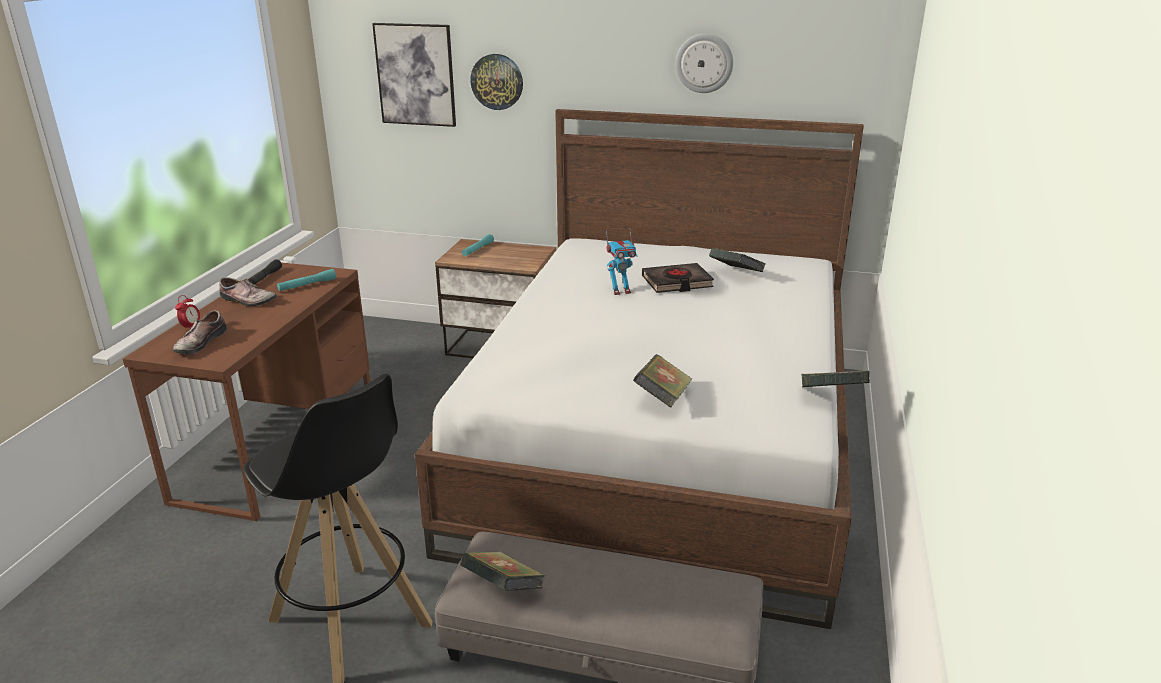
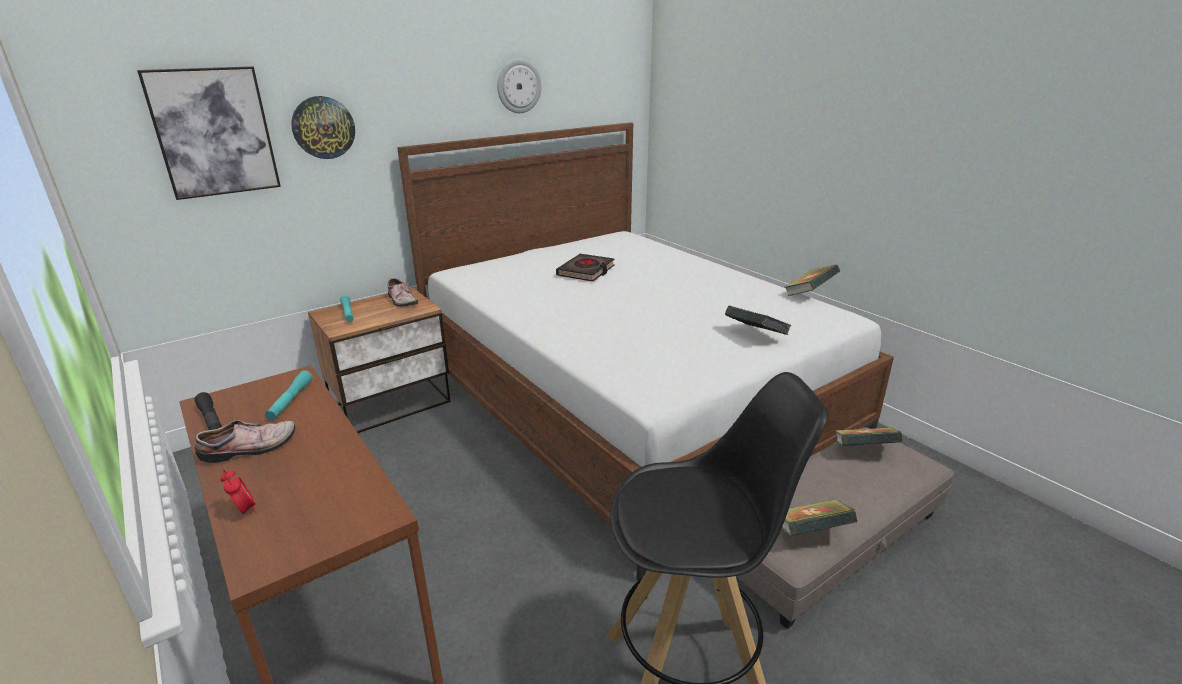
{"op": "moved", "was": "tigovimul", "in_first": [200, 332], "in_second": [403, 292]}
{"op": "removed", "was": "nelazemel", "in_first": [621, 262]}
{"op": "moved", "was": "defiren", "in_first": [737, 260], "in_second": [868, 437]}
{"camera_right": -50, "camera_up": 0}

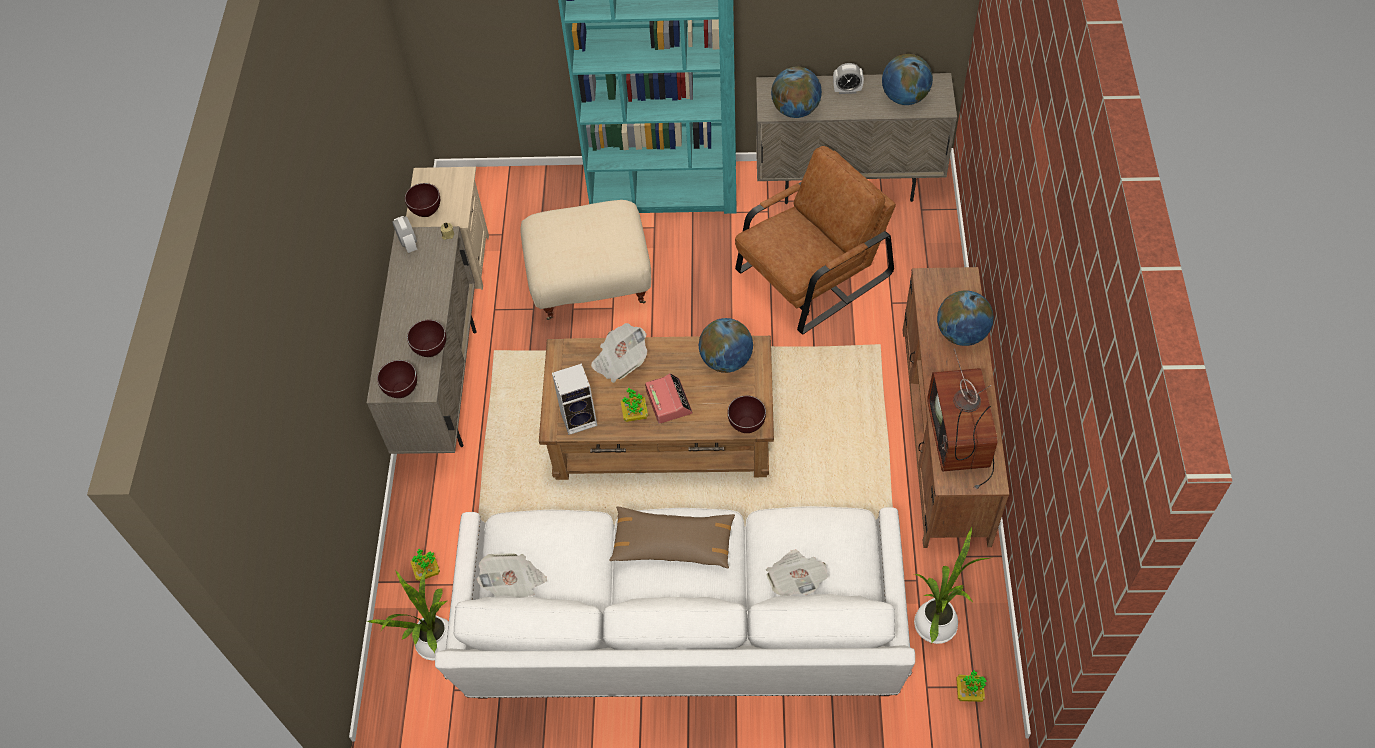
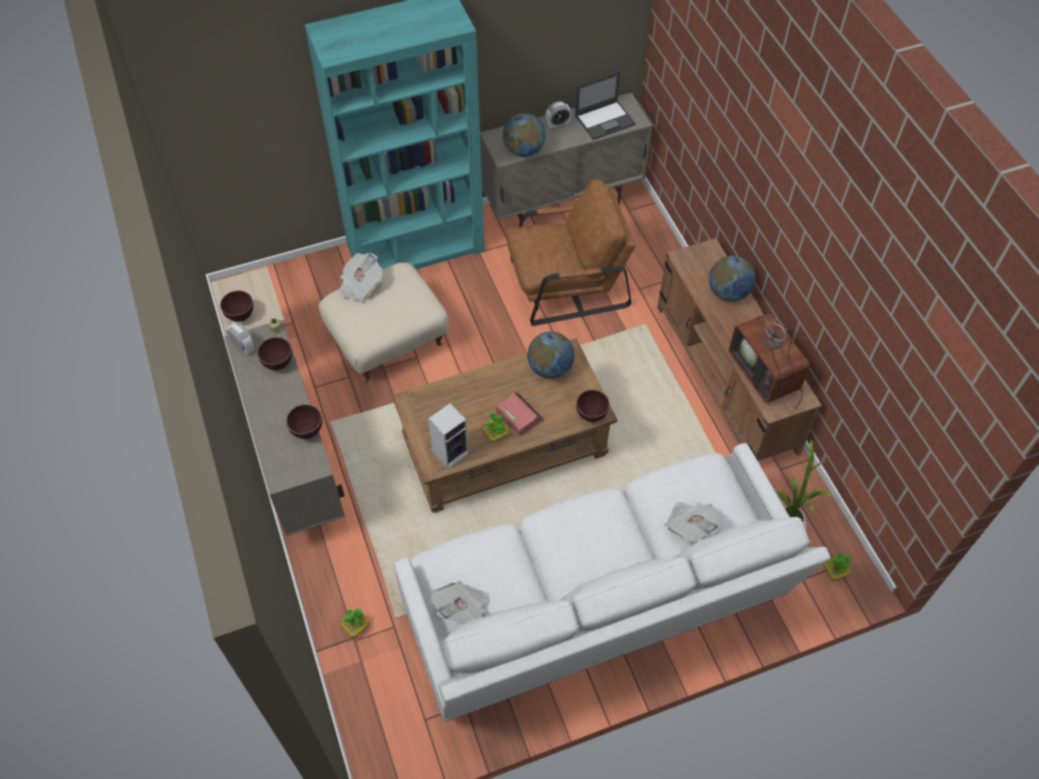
{"op": "removed", "was": "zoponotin", "in_first": [408, 615]}
{"op": "moved", "was": "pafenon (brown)", "in_first": [397, 379], "in_second": [274, 353]}
{"op": "moved", "was": "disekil", "in_first": [619, 353], "in_second": [360, 277]}
{"op": "removed", "was": "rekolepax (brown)", "in_first": [672, 537]}
{"op": "turned", "was": "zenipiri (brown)", "in_first": [815, 240], "in_second": [571, 252], "clockwise": 45}
{"op": "replaced", "was": "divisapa", "now": "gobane", "in_first": [907, 79], "in_second": [605, 105]}
{"camera_right": -25, "camera_up": 0}

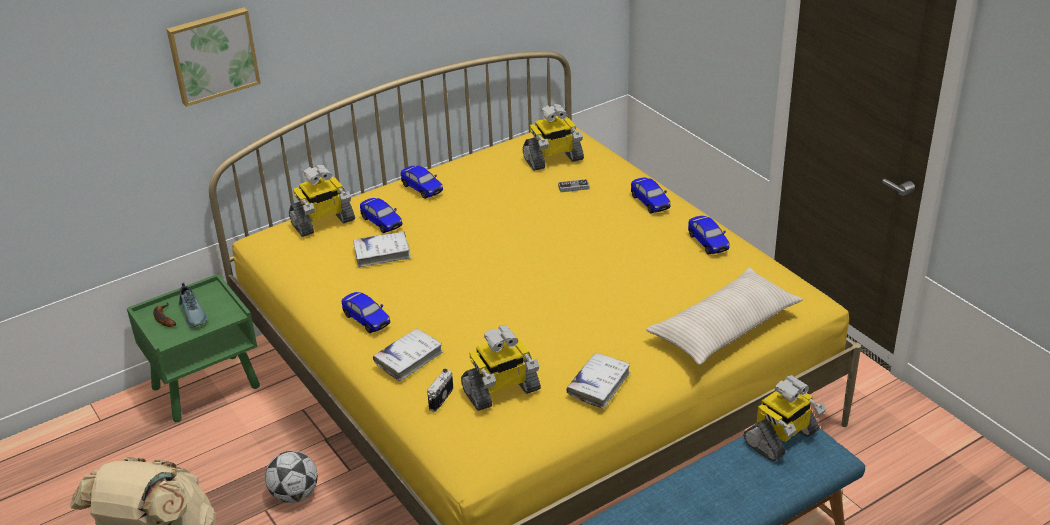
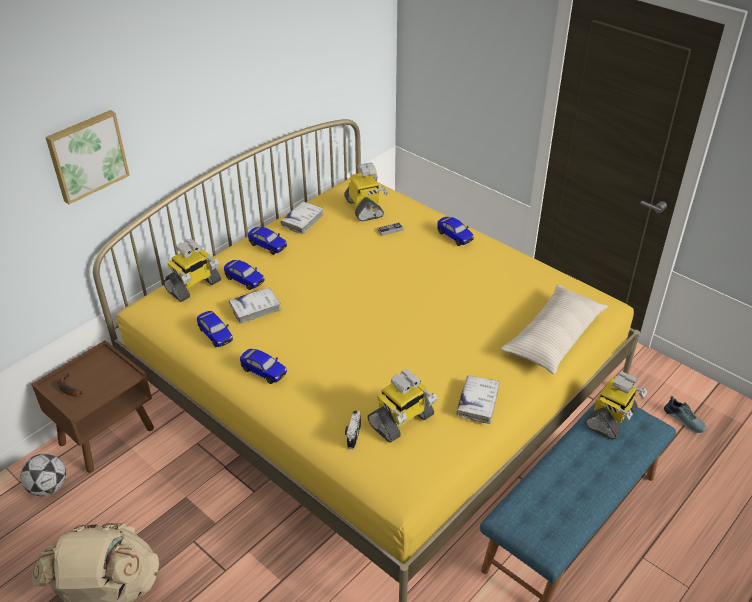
{"op": "recoloured", "was": "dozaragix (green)", "now": "dozaragix (brown)", "in_first": [193, 348], "in_second": [92, 406]}
{"op": "moved", "was": "tigovimul", "in_first": [193, 304], "in_second": [685, 414]}
{"op": "moved", "was": "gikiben", "in_first": [291, 477], "in_second": [43, 474]}
{"op": "moved", "was": "defiren (white)", "in_first": [408, 354], "in_second": [302, 217]}
{"op": "turned", "was": "nelazemel", "in_first": [553, 137], "in_second": [366, 192], "clockwise": -75}
{"op": "moved", "was": "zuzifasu", "in_first": [708, 235], "in_second": [215, 329]}
{"camera_right": -15, "camera_up": 5}

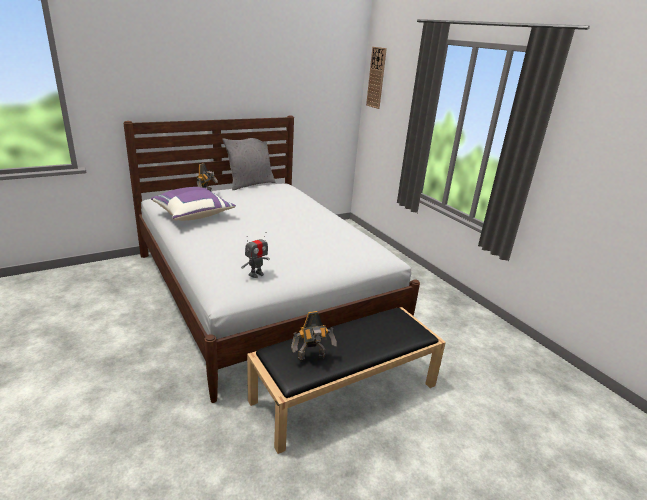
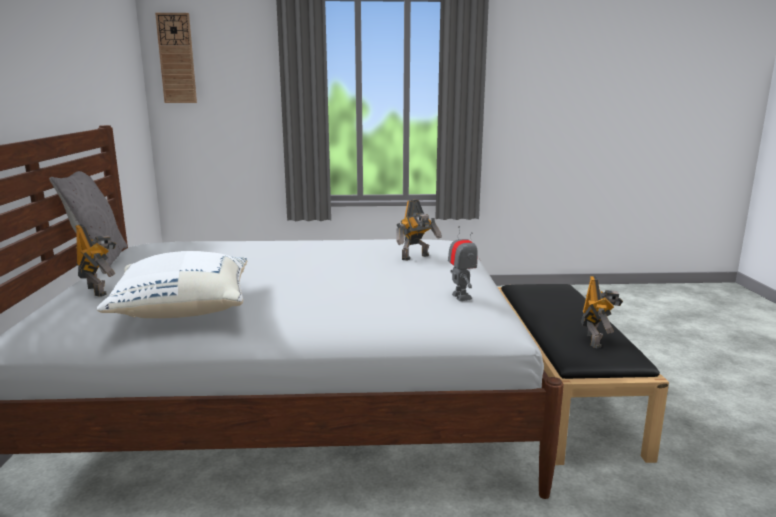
{"op": "recoloured", "was": "rekolepax (purple)", "now": "rekolepax (white)", "in_first": [193, 204], "in_second": [172, 284]}
{"op": "added", "now": "nelazemel", "in_second": [419, 230]}
{"camera_right": -60, "camera_up": -10}

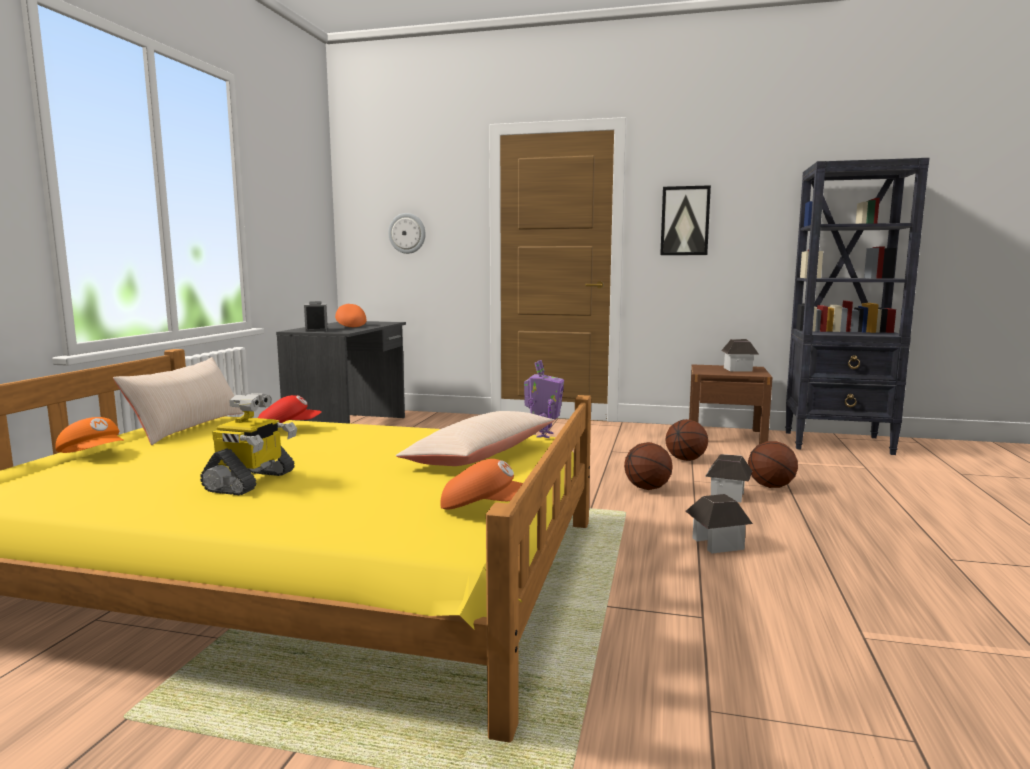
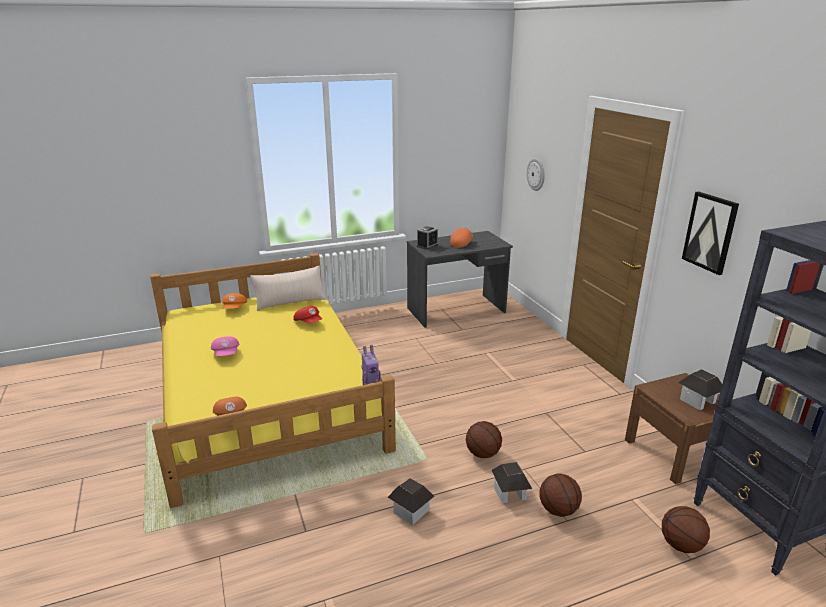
{"op": "replaced", "was": "nelazemel", "now": "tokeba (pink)", "in_first": [248, 444], "in_second": [225, 346]}
{"op": "removed", "was": "rekolepax (beige)", "in_first": [475, 438]}
{"op": "moved", "was": "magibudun", "in_first": [686, 440], "in_second": [686, 529]}
{"camera_right": 55, "camera_up": 15}

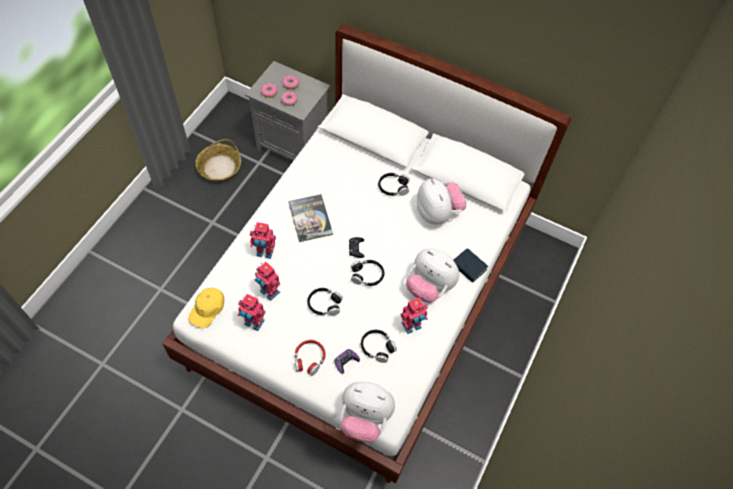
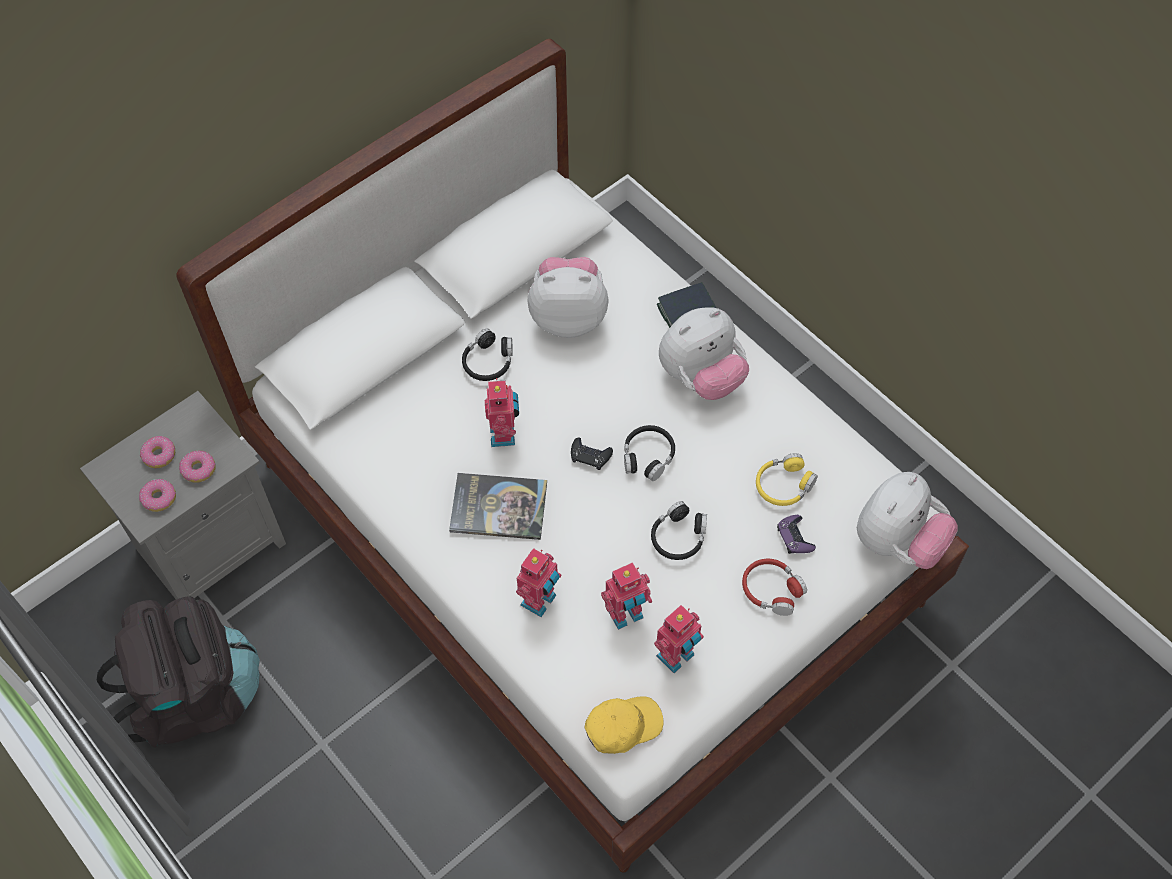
{"op": "turned", "was": "tokeba (yellow)", "in_first": [206, 308], "in_second": [624, 725], "clockwise": -75}
{"op": "replaced", "was": "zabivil", "now": "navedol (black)", "in_first": [218, 160], "in_second": [178, 672]}
{"op": "recoloured", "was": "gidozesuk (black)", "now": "gidozesuk (yellow)", "in_first": [379, 346], "in_second": [787, 479]}
{"op": "moved", "was": "nelazemel", "in_first": [414, 316], "in_second": [502, 412]}
{"camera_right": -65, "camera_up": 0}

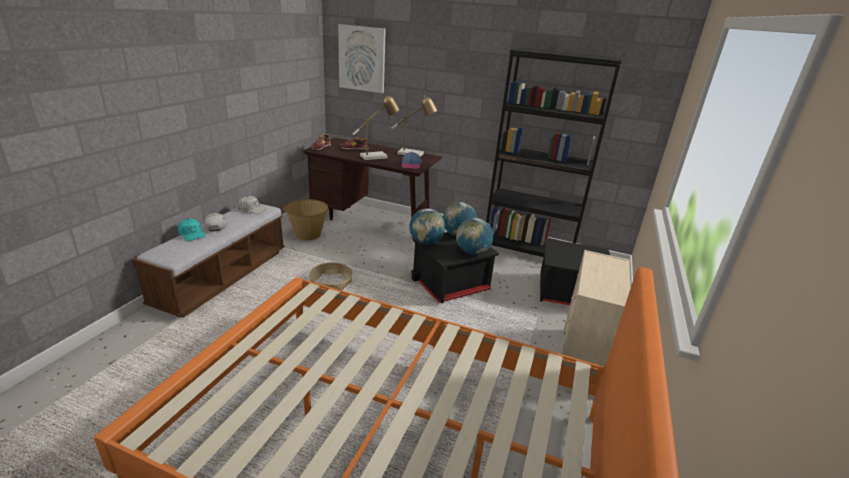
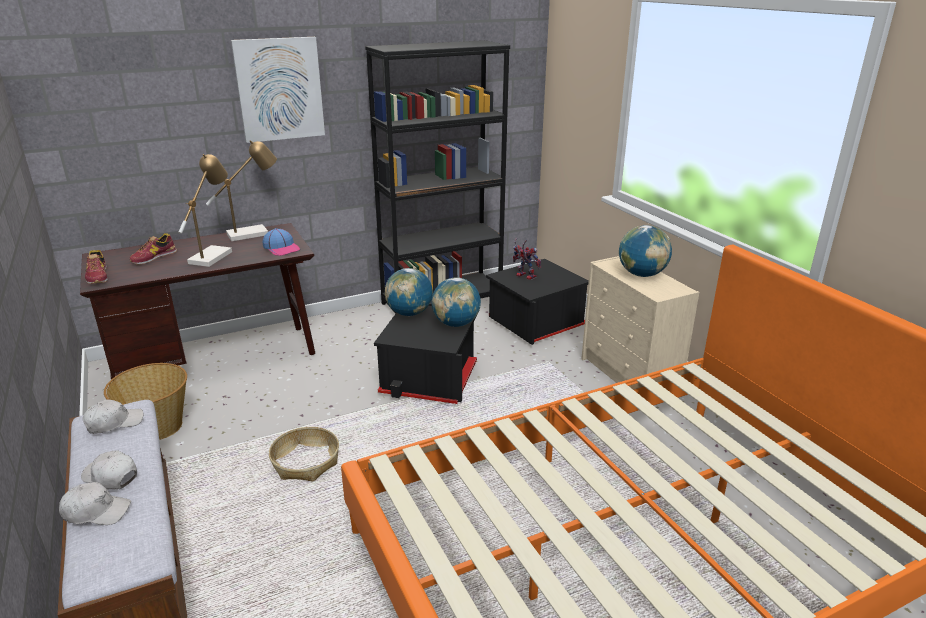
{"op": "recoloured", "was": "tokeba (turquoise)", "now": "tokeba (white)", "in_first": [192, 230], "in_second": [95, 503]}
{"op": "moved", "was": "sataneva", "in_first": [362, 58], "in_second": [278, 90]}
{"op": "moved", "was": "divisapa", "in_first": [427, 226], "in_second": [645, 251]}
{"op": "added", "now": "nelazemel", "in_second": [527, 259]}
{"camera_right": -45, "camera_up": 0}

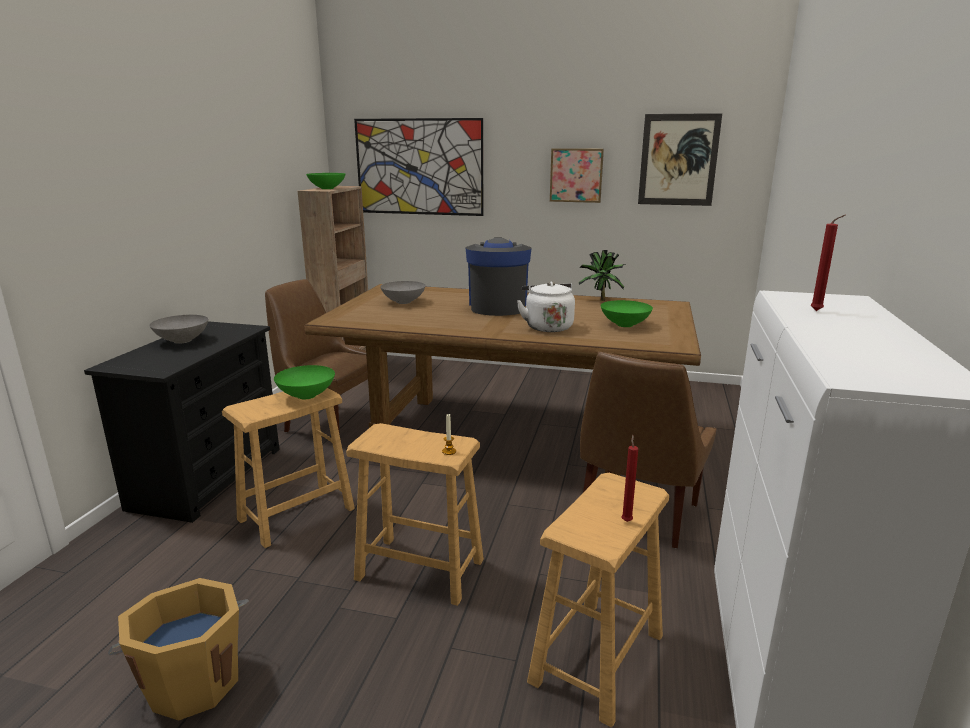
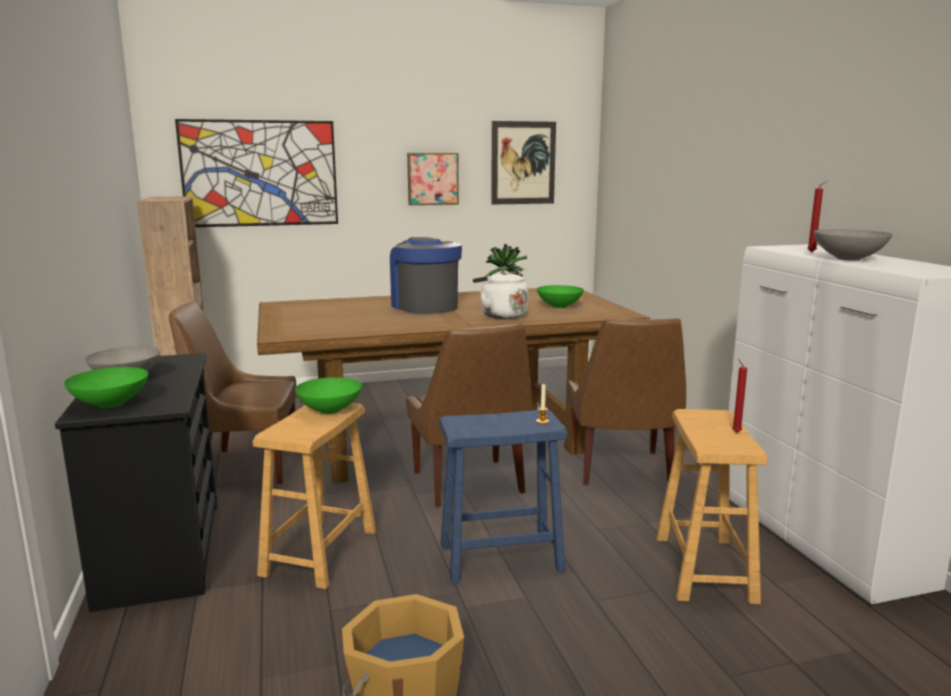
{"op": "moved", "was": "pafenon (green)", "in_first": [325, 181], "in_second": [106, 387]}
{"op": "recoloured", "was": "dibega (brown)", "now": "dibega (blue)", "in_first": [415, 514], "in_second": [503, 497]}
{"op": "moved", "was": "pafenon (grey)", "in_first": [403, 292], "in_second": [853, 245]}
{"op": "added", "now": "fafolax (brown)", "in_second": [469, 415]}
{"camera_right": -30, "camera_up": -5}

